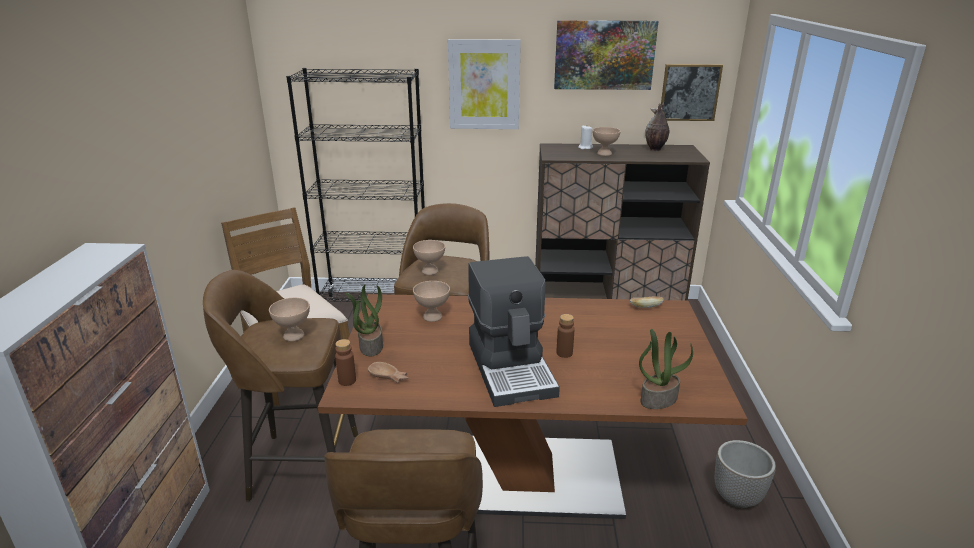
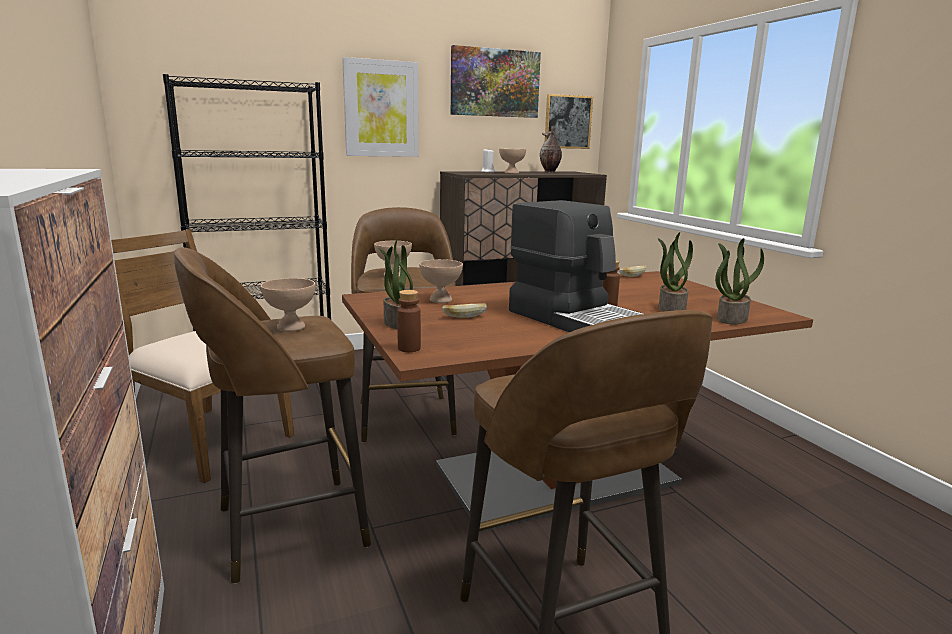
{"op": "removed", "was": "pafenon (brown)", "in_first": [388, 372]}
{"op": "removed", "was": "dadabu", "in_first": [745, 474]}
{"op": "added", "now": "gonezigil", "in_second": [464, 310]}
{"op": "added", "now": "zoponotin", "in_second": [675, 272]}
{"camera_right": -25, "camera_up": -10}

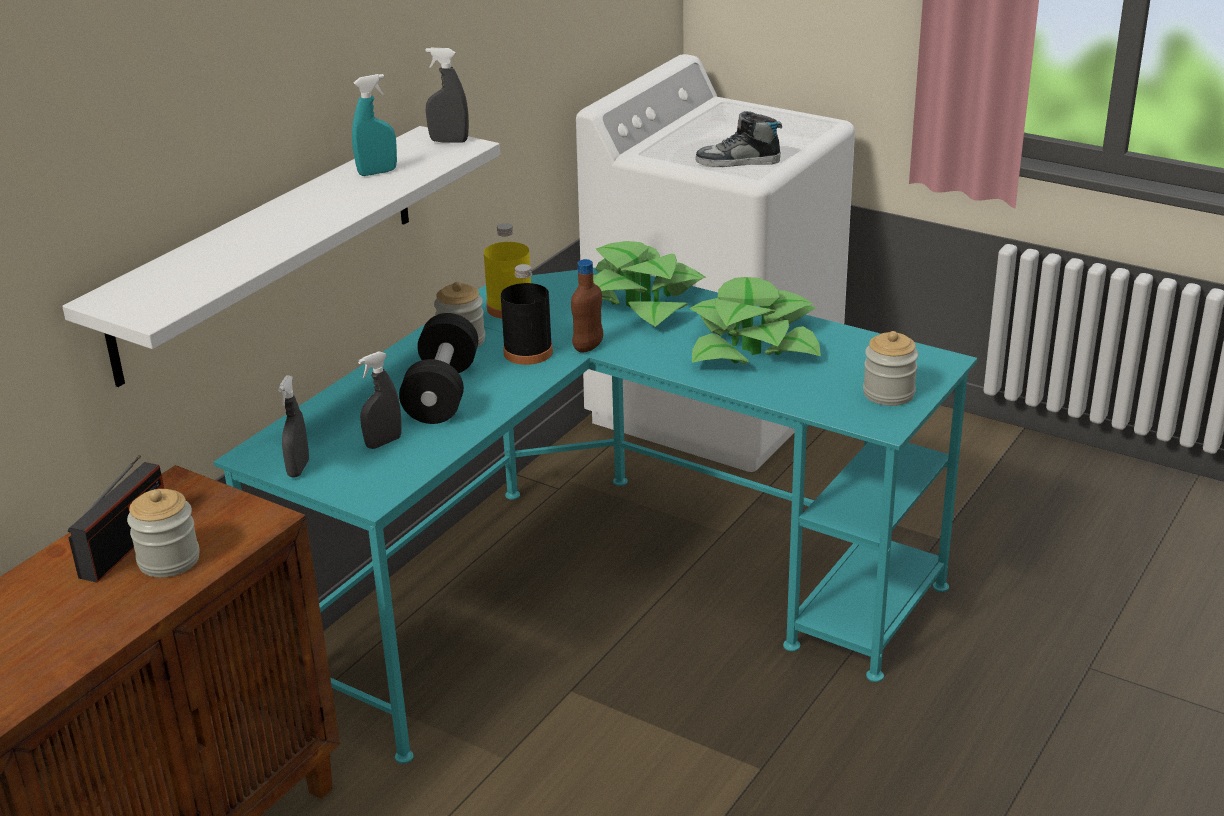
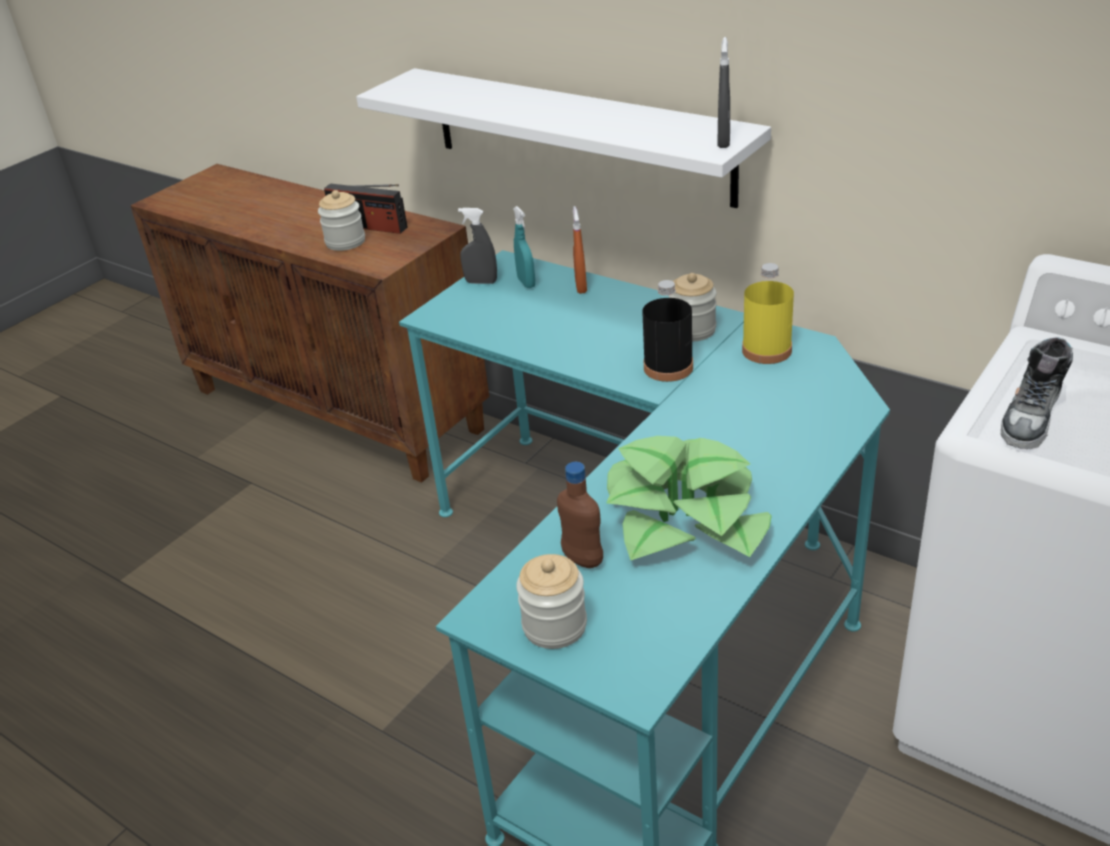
{"op": "moved", "was": "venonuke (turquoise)", "in_first": [374, 125], "in_second": [524, 247]}
{"op": "removed", "was": "venonuke (grey)", "in_first": [380, 400]}
{"op": "removed", "was": "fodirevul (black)", "in_first": [438, 368]}
{"op": "moved", "was": "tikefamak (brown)", "in_first": [587, 306], "in_second": [580, 515]}
{"op": "removed", "was": "zoponotin", "in_first": [650, 284]}
{"op": "turned", "was": "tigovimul", "in_first": [739, 139], "in_second": [1037, 393], "clockwise": -150}
{"op": "added", "now": "venonuke (orange)", "in_second": [580, 250]}
{"camera_right": 95, "camera_up": 5}

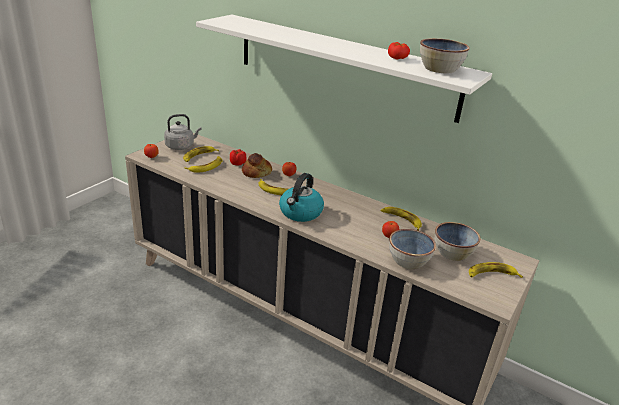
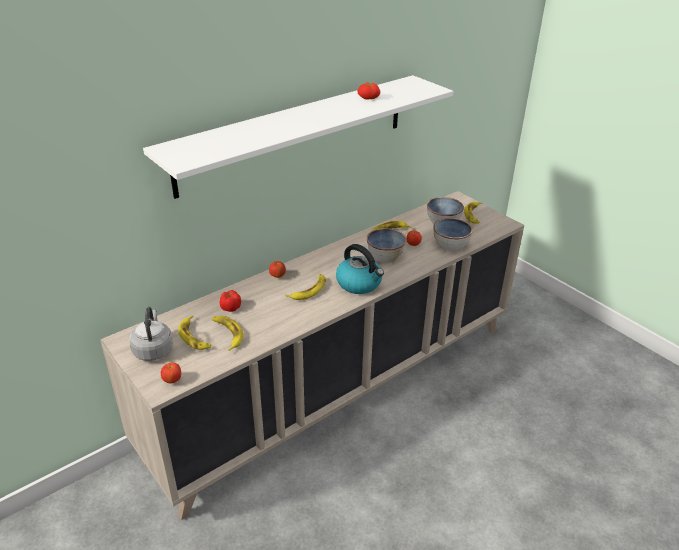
{"op": "removed", "was": "gonezigil", "in_first": [257, 165]}
{"op": "moved", "was": "pafenon", "in_first": [445, 56], "in_second": [387, 245]}
{"camera_right": -70, "camera_up": 5}

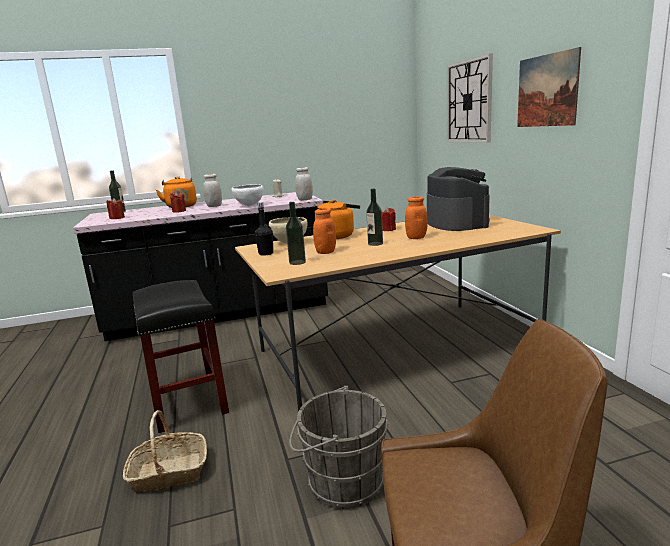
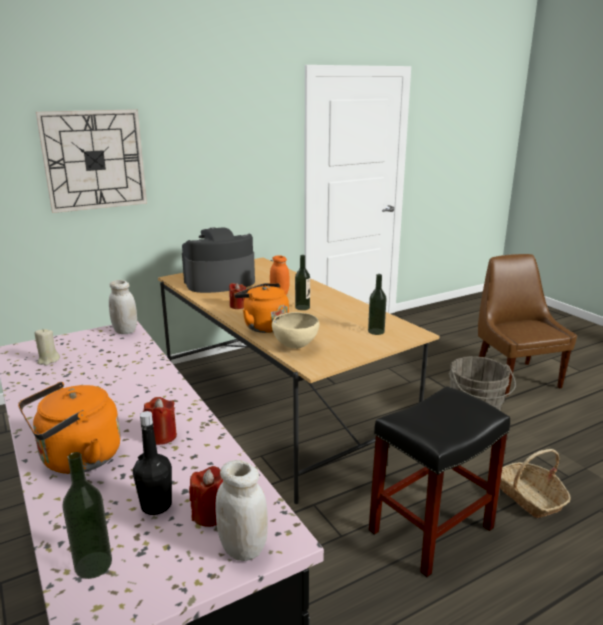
{"op": "moved", "was": "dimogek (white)", "in_first": [212, 190], "in_second": [241, 510]}
{"op": "removed", "was": "pafenon (white)", "in_first": [247, 195]}
{"op": "moved", "was": "tikefamak (black)", "in_first": [264, 229], "in_second": [152, 463]}
{"op": "removed", "was": "dimogek (orange)", "in_first": [324, 231]}
{"op": "removed", "was": "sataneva", "in_first": [549, 87]}
{"camera_right": -105, "camera_up": 5}

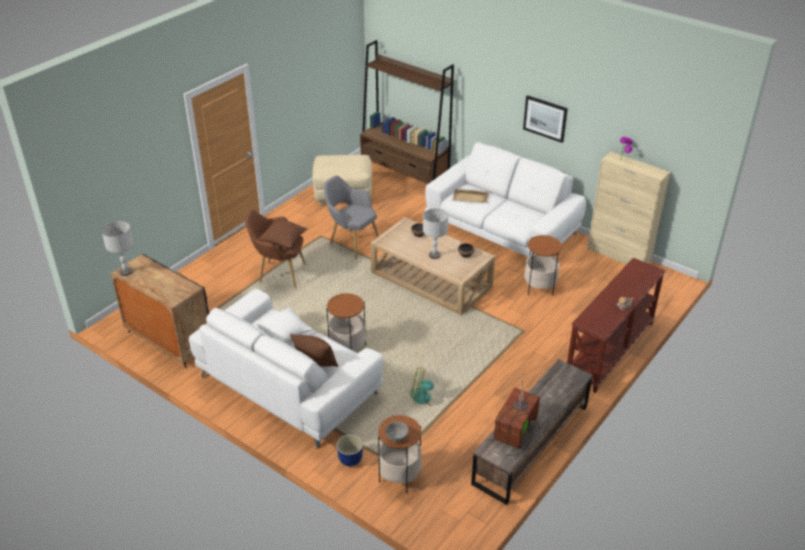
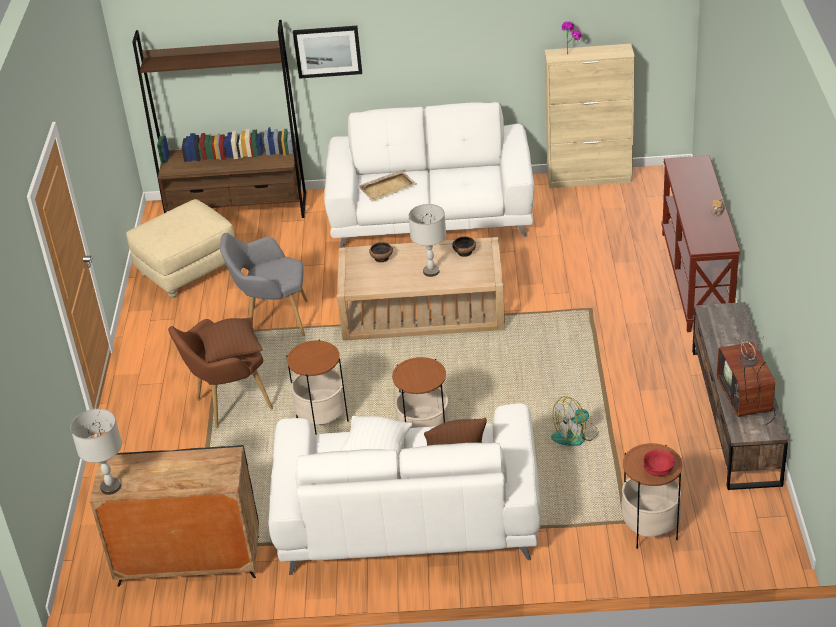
{"op": "removed", "was": "dadabu", "in_first": [349, 450]}
{"op": "recoloured", "was": "pafenon (grey)", "now": "pafenon (red)", "in_first": [397, 432], "in_second": [659, 463]}
{"op": "moved", "was": "sataneva", "in_first": [545, 119], "in_second": [327, 52]}
{"op": "moved", "was": "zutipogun", "in_first": [543, 265], "in_second": [317, 387]}
{"camera_right": -35, "camera_up": 0}

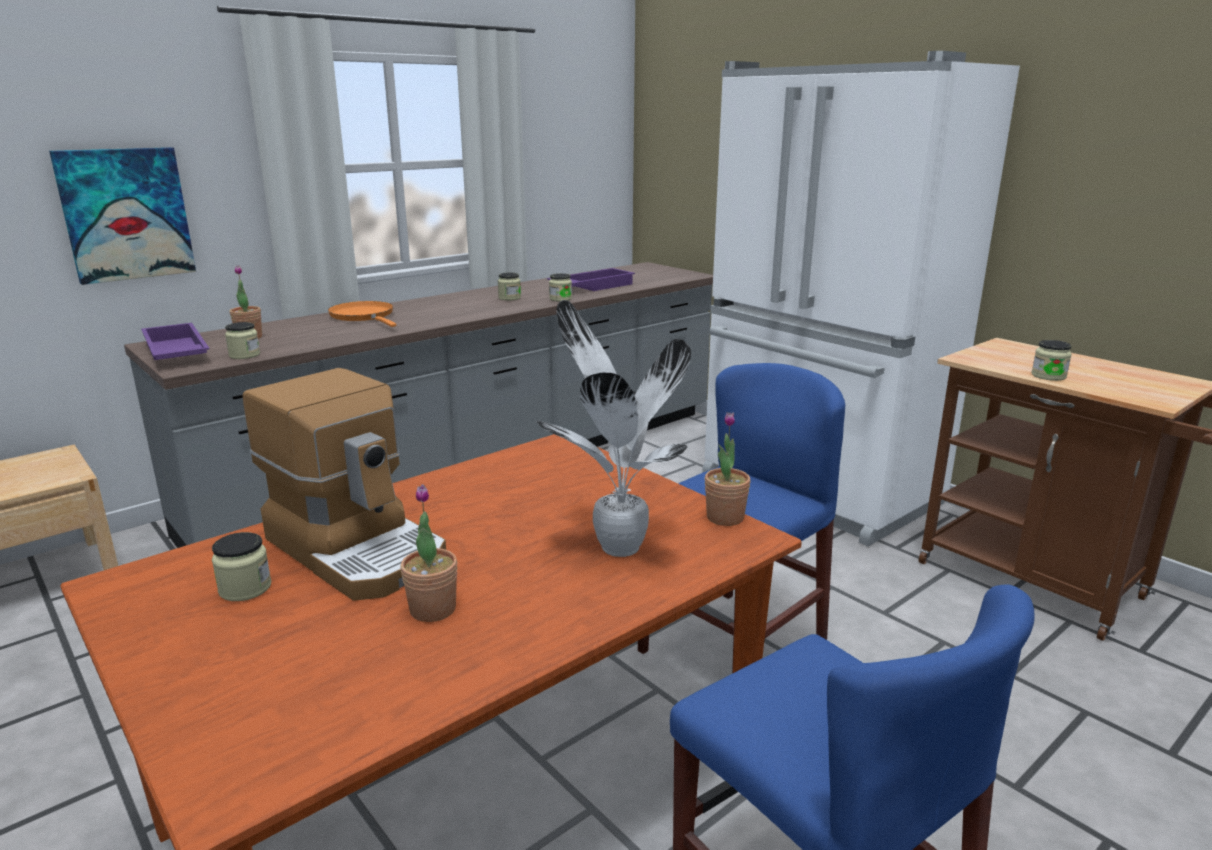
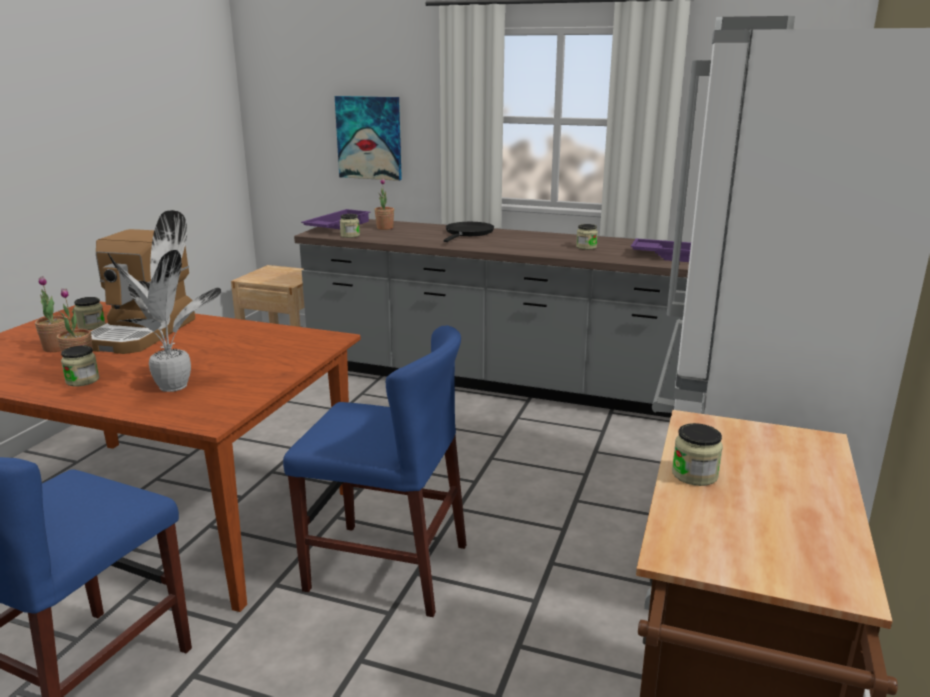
{"op": "recoloured", "was": "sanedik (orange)", "now": "sanedik (black)", "in_first": [362, 314], "in_second": [469, 232]}
{"op": "moved", "was": "dimogek", "in_first": [560, 287], "in_second": [80, 366]}
{"op": "moved", "was": "zoponotin", "in_first": [728, 469], "in_second": [51, 314]}
{"camera_right": 60, "camera_up": 0}

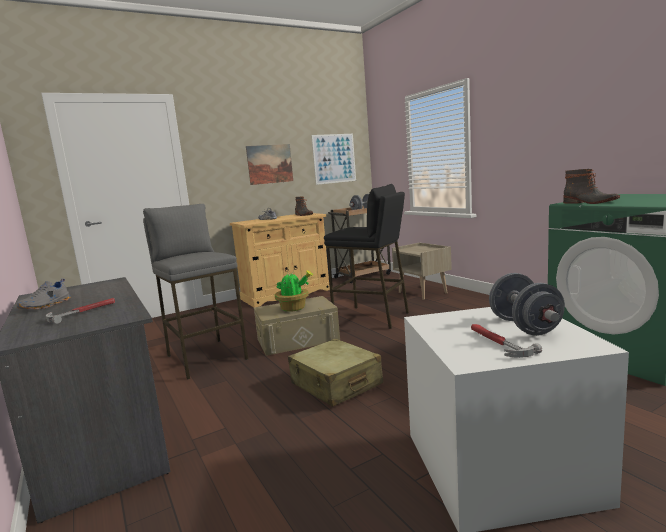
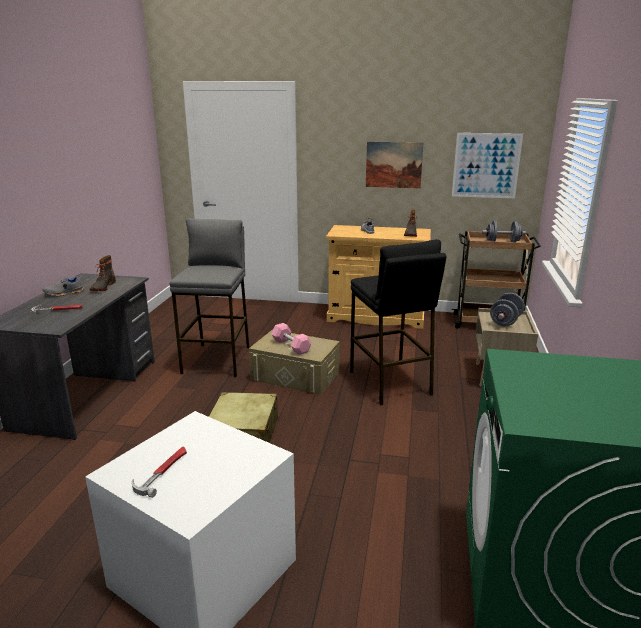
{"op": "replaced", "was": "zoponotin", "now": "fodirevul (pink)", "in_first": [294, 291], "in_second": [291, 339]}
{"op": "moved", "was": "fodirevul (grey)", "in_first": [527, 304], "in_second": [507, 309]}
{"op": "moved", "was": "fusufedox", "in_first": [591, 186], "in_second": [102, 273]}
{"camera_right": 40, "camera_up": 10}

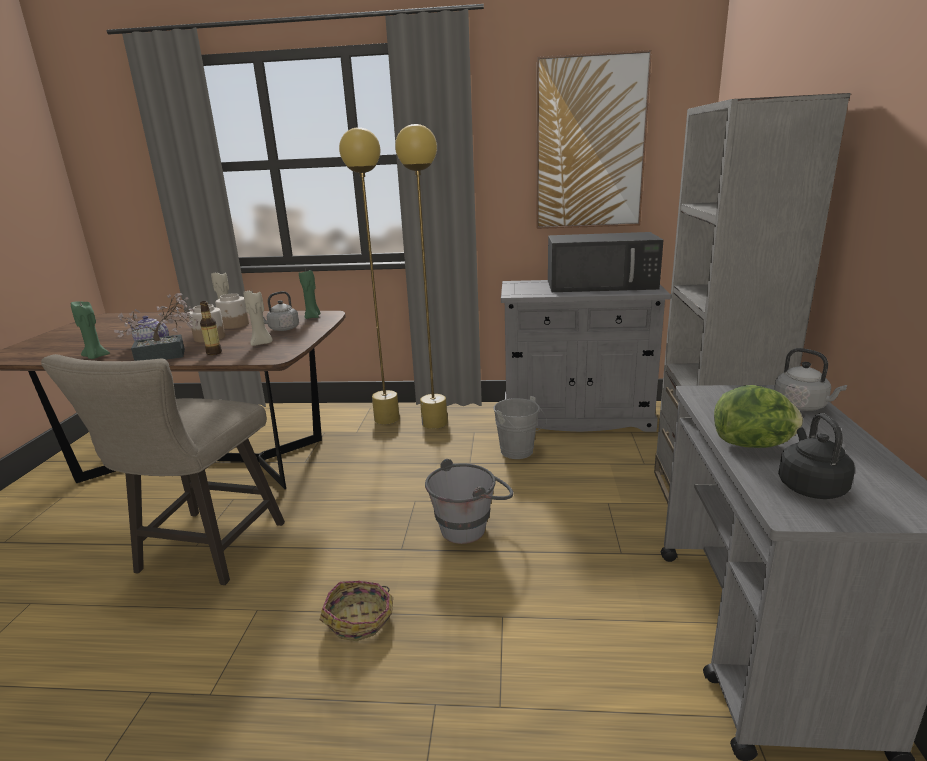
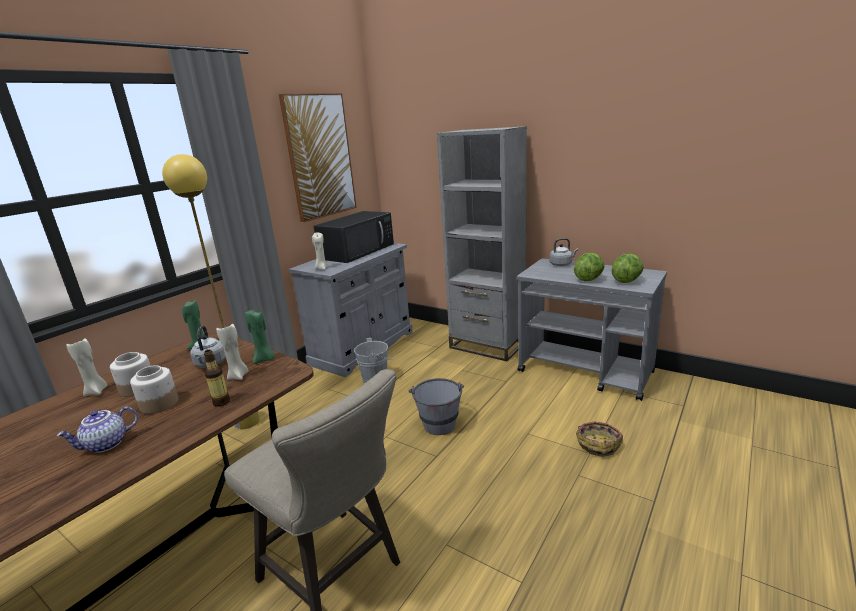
{"op": "moved", "was": "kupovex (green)", "in_first": [90, 330], "in_second": [260, 337]}
{"op": "removed", "was": "zoponotin", "in_first": [156, 327]}
{"op": "moved", "was": "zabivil", "in_first": [356, 611], "in_second": [599, 439]}
{"op": "removed", "was": "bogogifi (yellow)", "in_first": [421, 276]}
{"op": "replaced", "was": "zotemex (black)", "now": "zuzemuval", "in_first": [816, 456], "in_second": [627, 268]}
{"op": "added", "now": "kupovex (beige)", "in_second": [320, 251]}
{"camera_right": -60, "camera_up": 0}

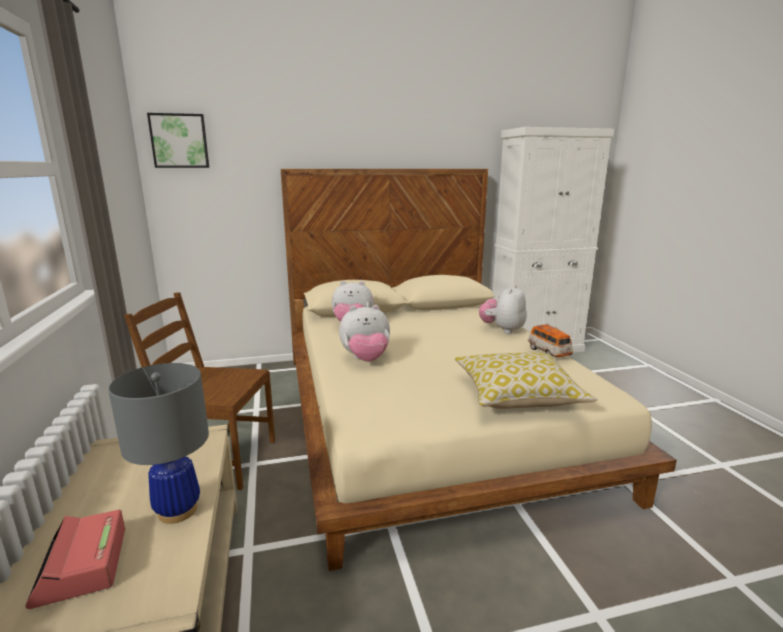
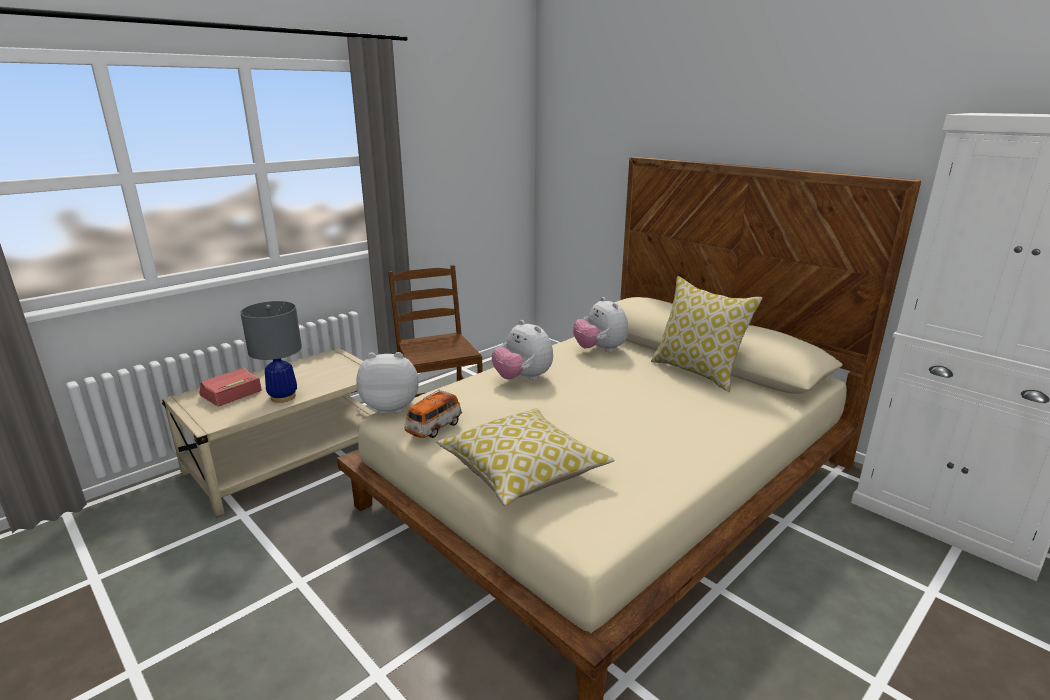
{"op": "removed", "was": "sataneva", "in_first": [178, 140]}
{"op": "moved", "was": "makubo", "in_first": [503, 309], "in_second": [387, 383]}
{"op": "moved", "was": "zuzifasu", "in_first": [550, 340], "in_second": [433, 413]}
{"op": "added", "now": "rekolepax", "in_second": [706, 334]}
{"camera_right": 60, "camera_up": 5}

